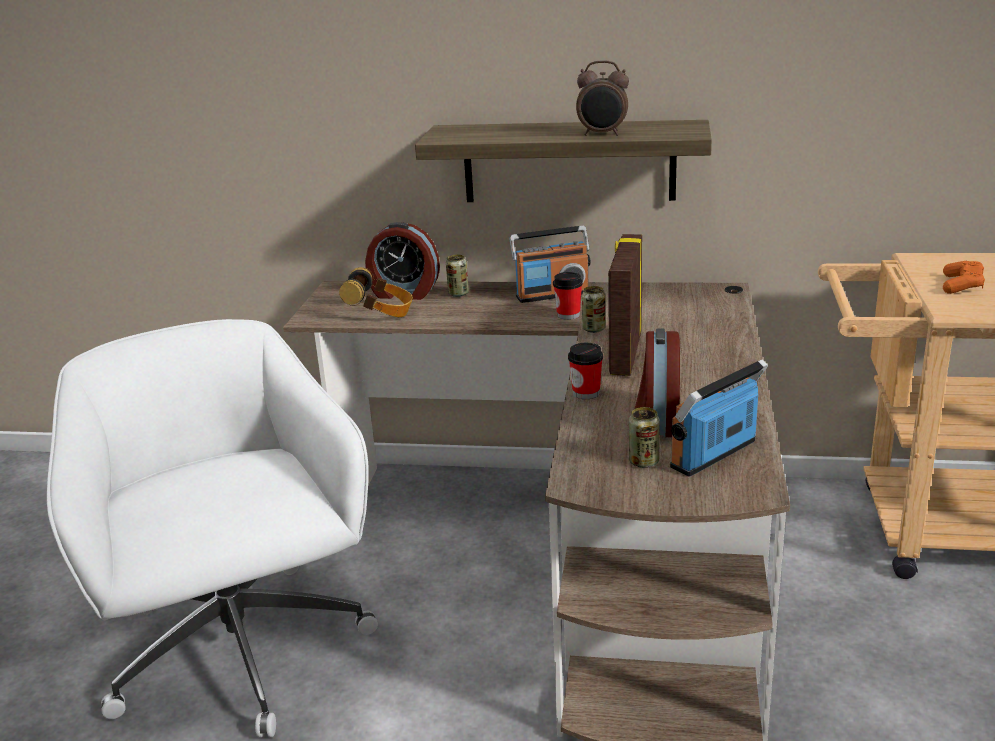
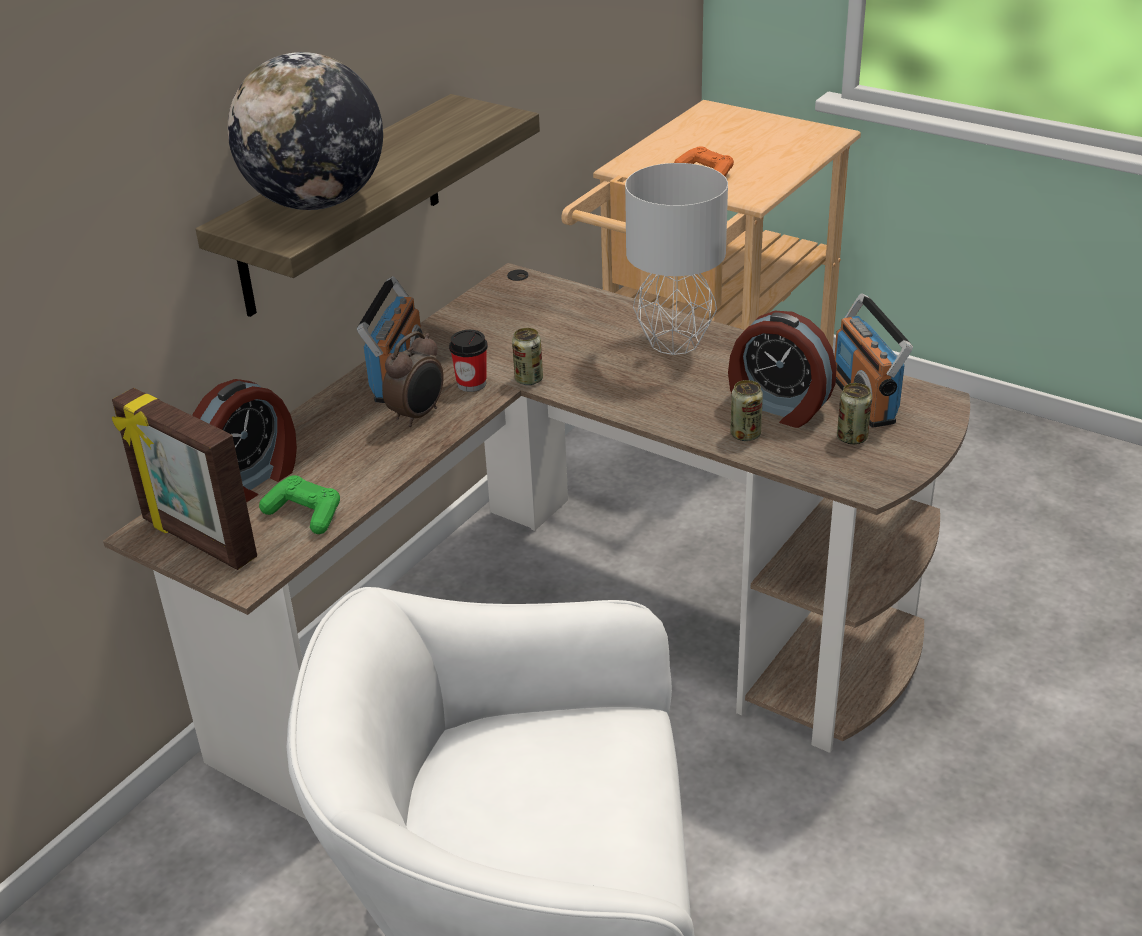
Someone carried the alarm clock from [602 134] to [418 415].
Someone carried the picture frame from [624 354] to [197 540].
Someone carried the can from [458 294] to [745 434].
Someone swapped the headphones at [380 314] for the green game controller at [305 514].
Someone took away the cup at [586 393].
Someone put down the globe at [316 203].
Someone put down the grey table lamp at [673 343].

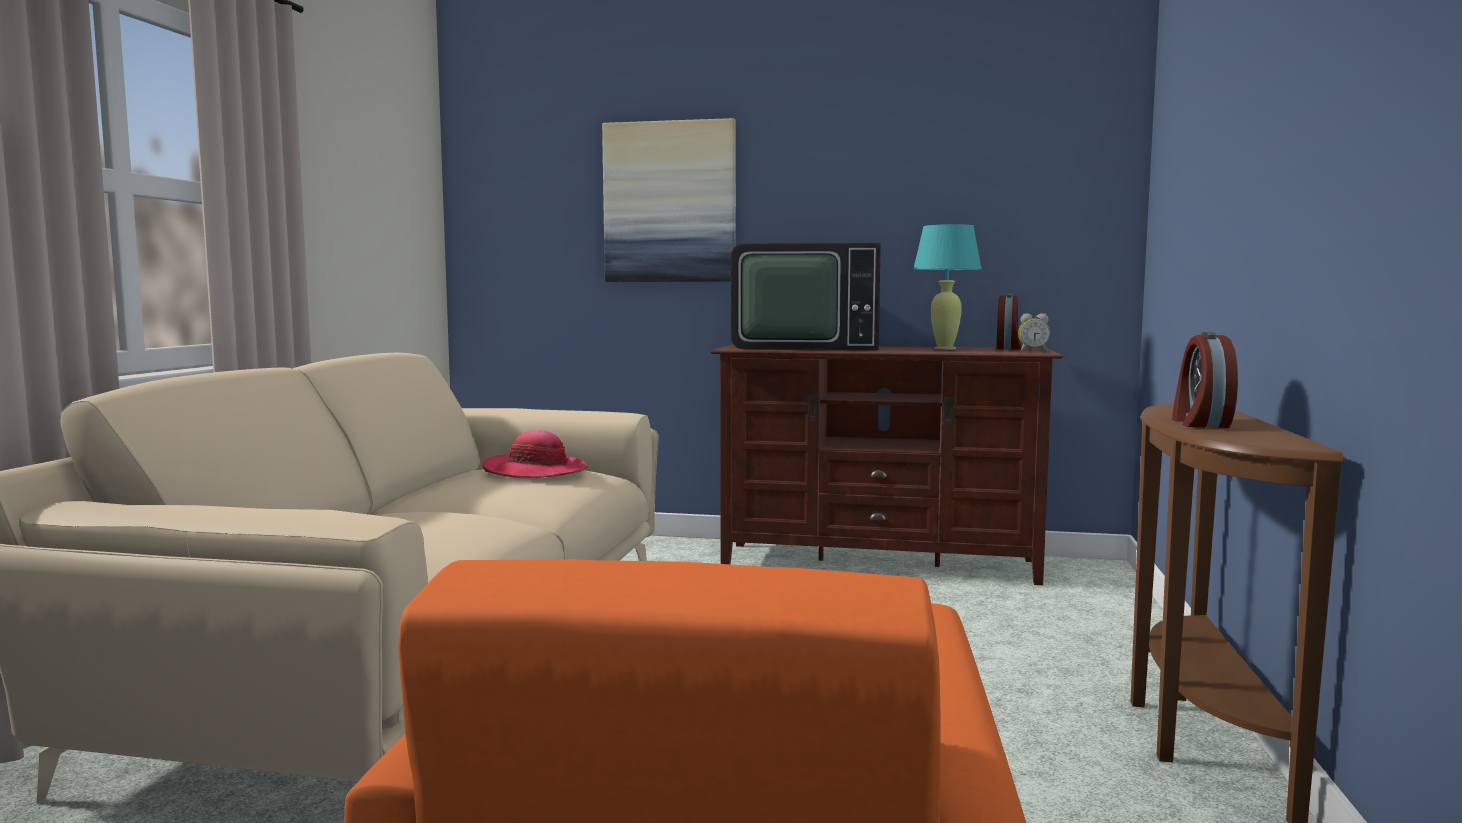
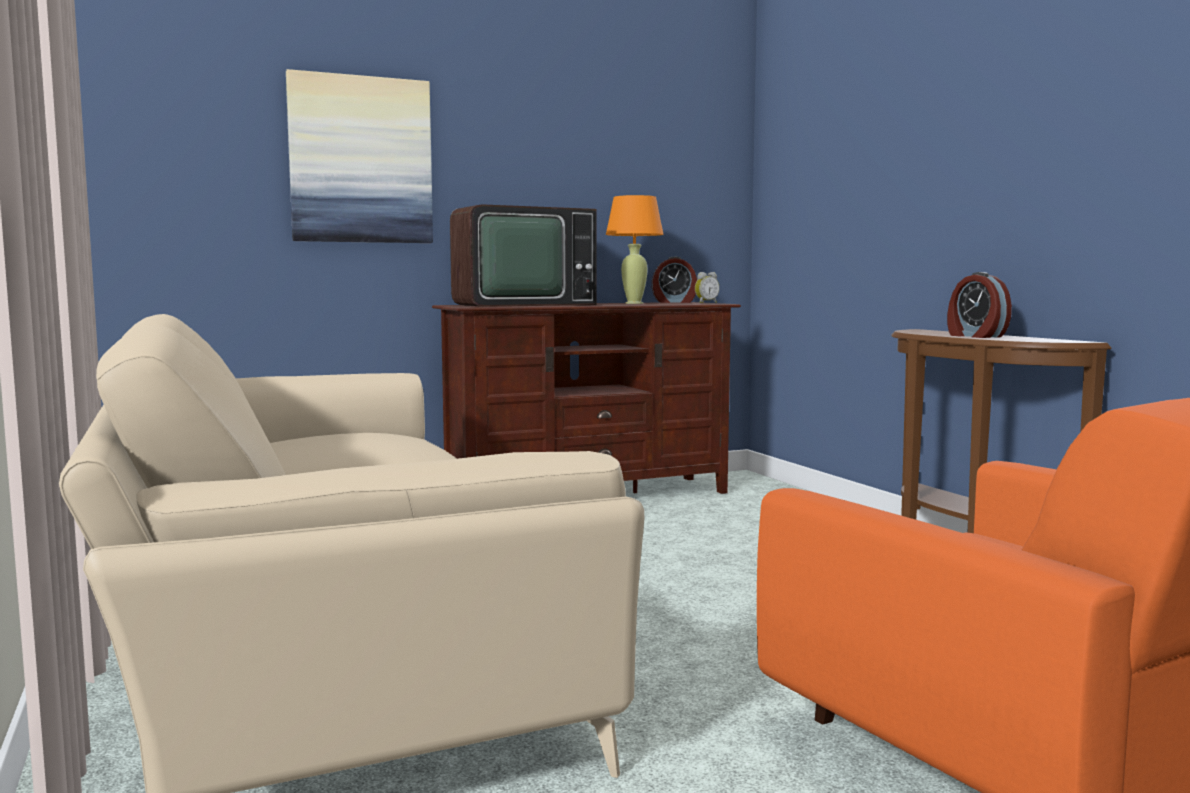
Someone repainted the turquoise table lamp at [944 348], which became the orange table lamp at [634 303].
Someone rotated the alarm clock at [1009 348] by 105 degrees clockwise.
Someone took away the hat at [535 471].

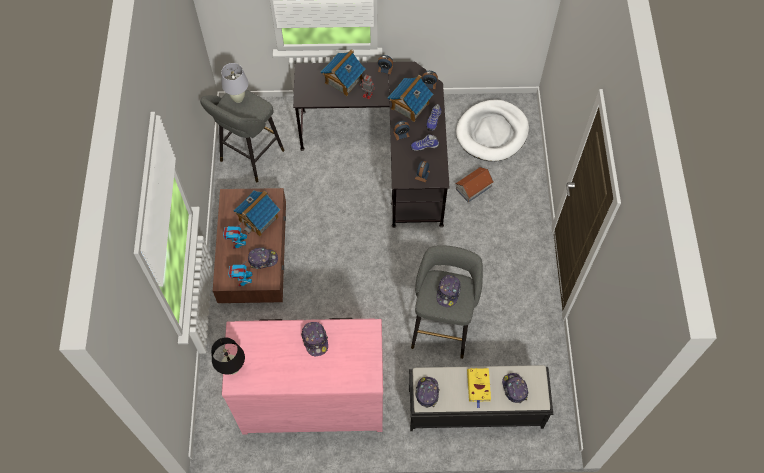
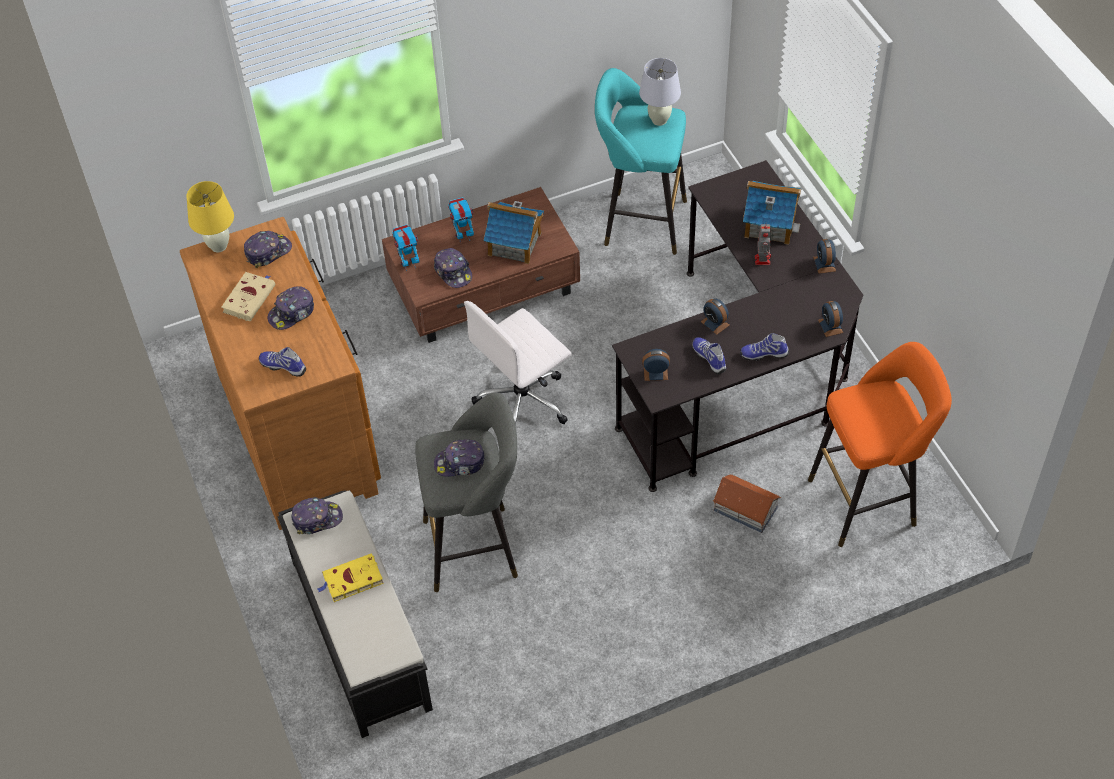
Someone took away the toy house at [409 106].
Someone repainted the grey stool at [249 158], which became the turquoise stool at [639 222].
Someone swapped the white dog bed at [492 132] for the orange stool at [868 500].
Someone repainted the pink dresser at [312 397], which became the brown dresser at [300 430].
Someone repainted the black table lamp at [232 368], which became the yellow table lamp at [219 246].
Someone carried the cap from [514 389] to [268 252].
Someone put down the beige book at [249 298].
Someone put down the white office chair at [524 400].
Someone put down the shoe at [284 366].

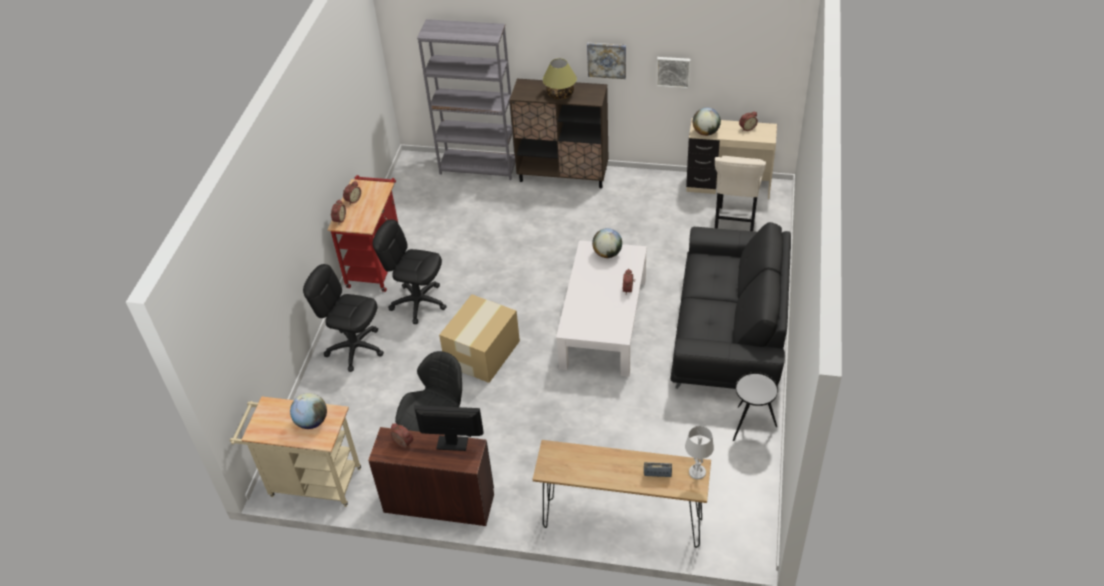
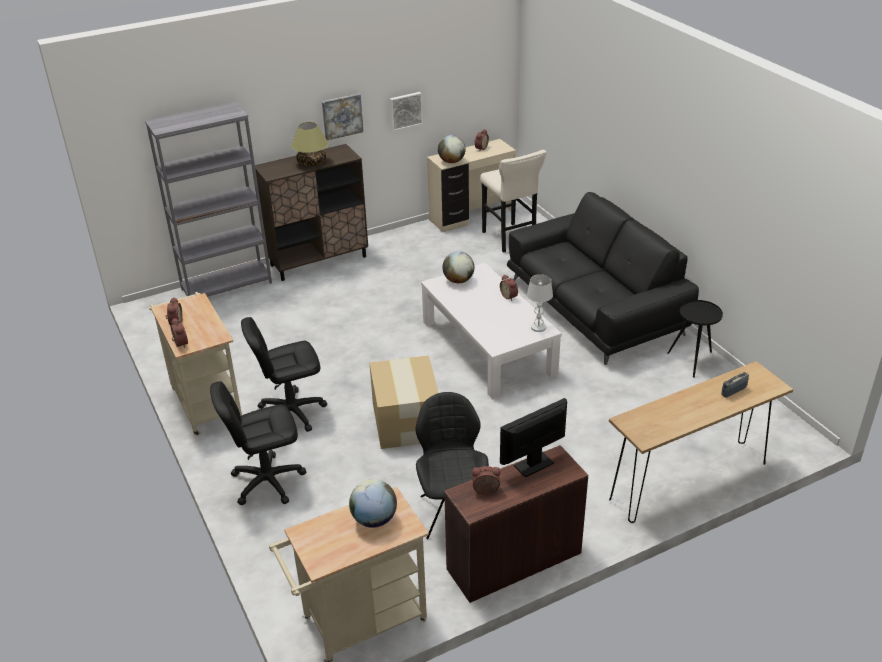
Someone repainted the red cart at [376 262], which became the beige cart at [205 401].
Someone carried the white table lamp from [697 472] to [538 327].

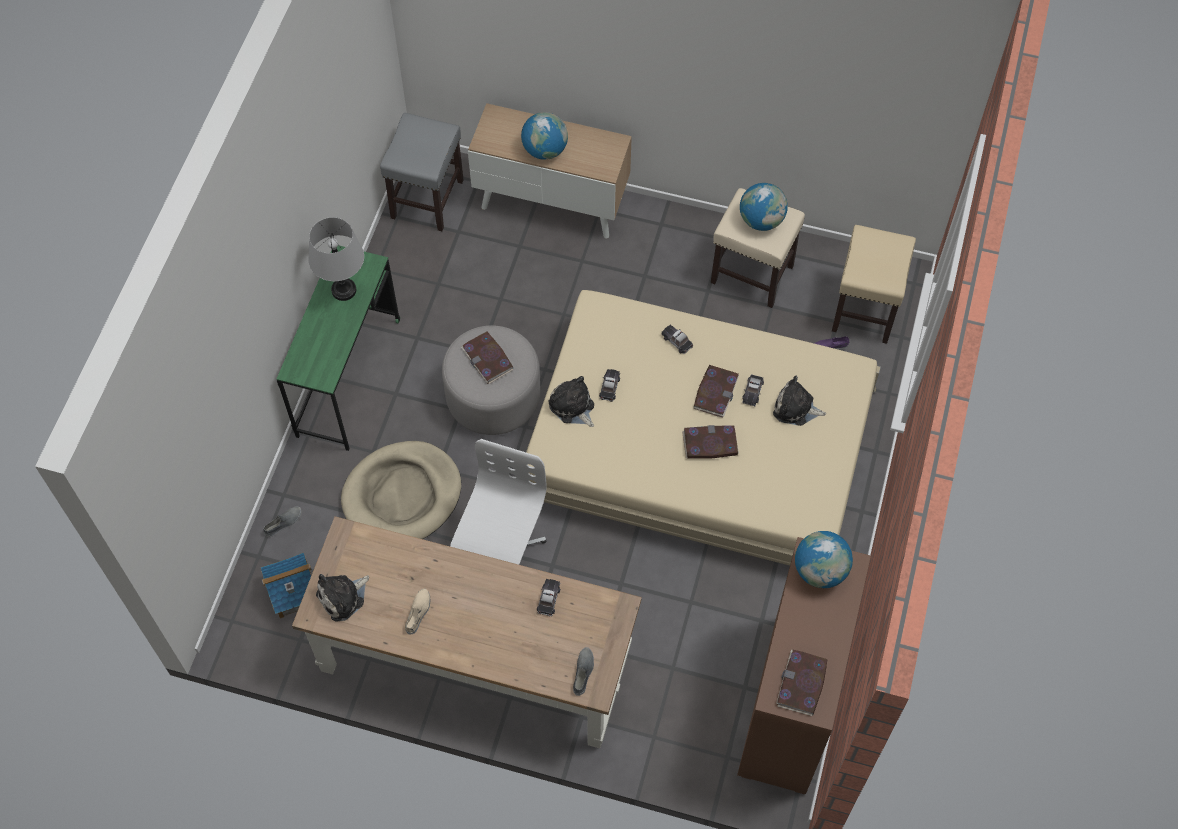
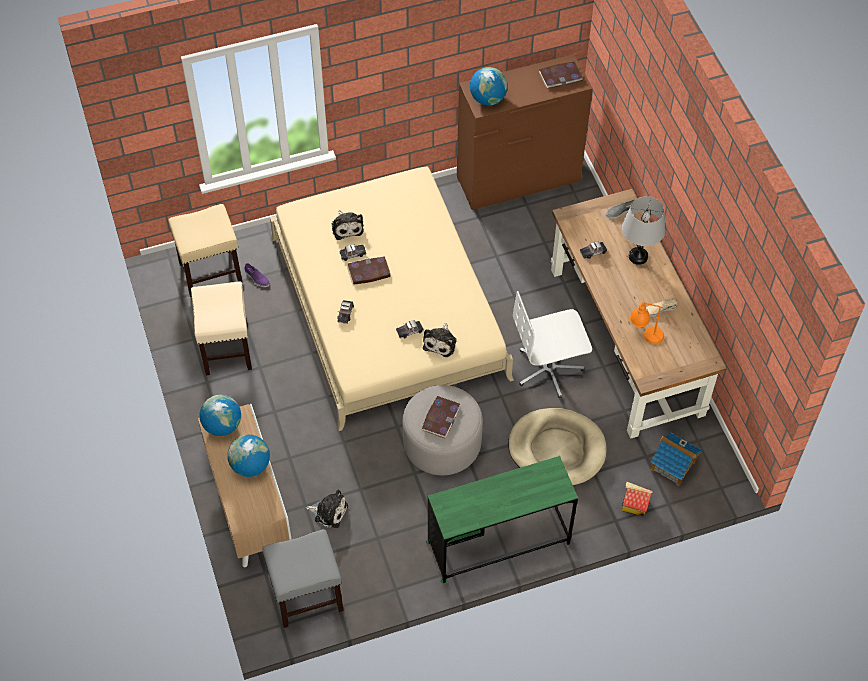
Someone carried the globe from [761 220] to [222 425].
Someone carried the grey table lamp from [344 290] to [638 256].
Someone took away the book at [710 443].
Someone swapped the grey shoe at [283 523] for the toy house at [634 506].
Someone carried the plush toy from [343 597] to [329 512].
Someone put down the orange table lamp at [644 336].

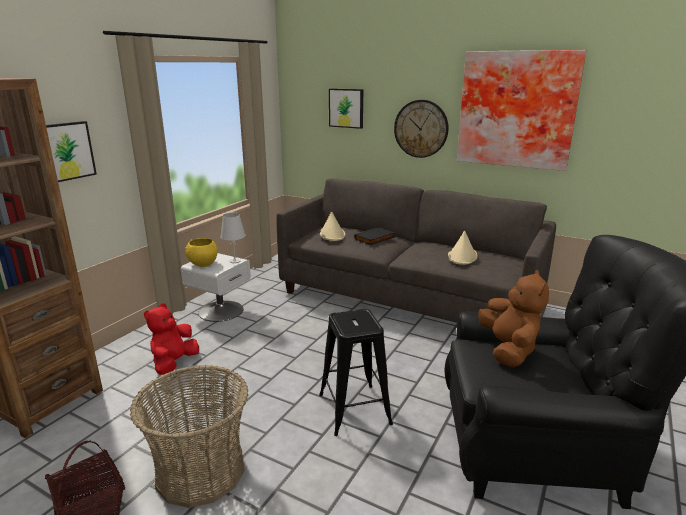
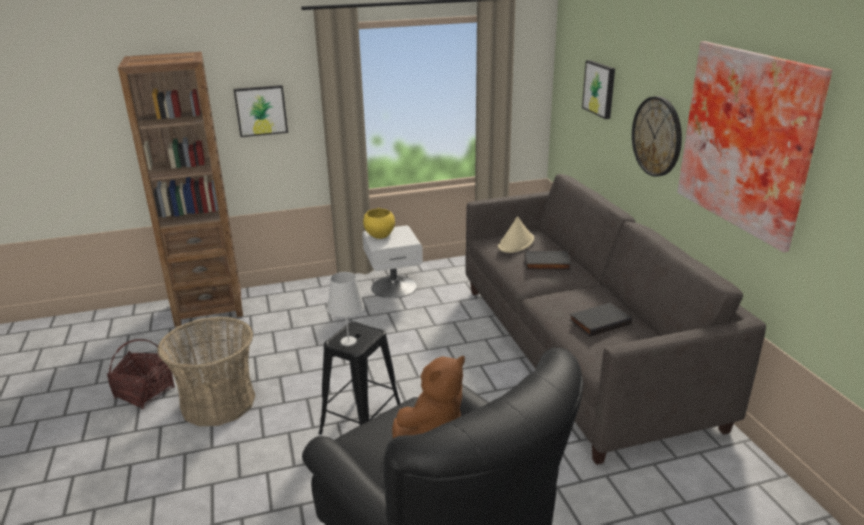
Someone carried the white table lamp from [235 261] to [348 341].
Someone swapped the beige hat at [462 256] for the black book at [599 322].
Someone took away the red plush toy at [174 363].

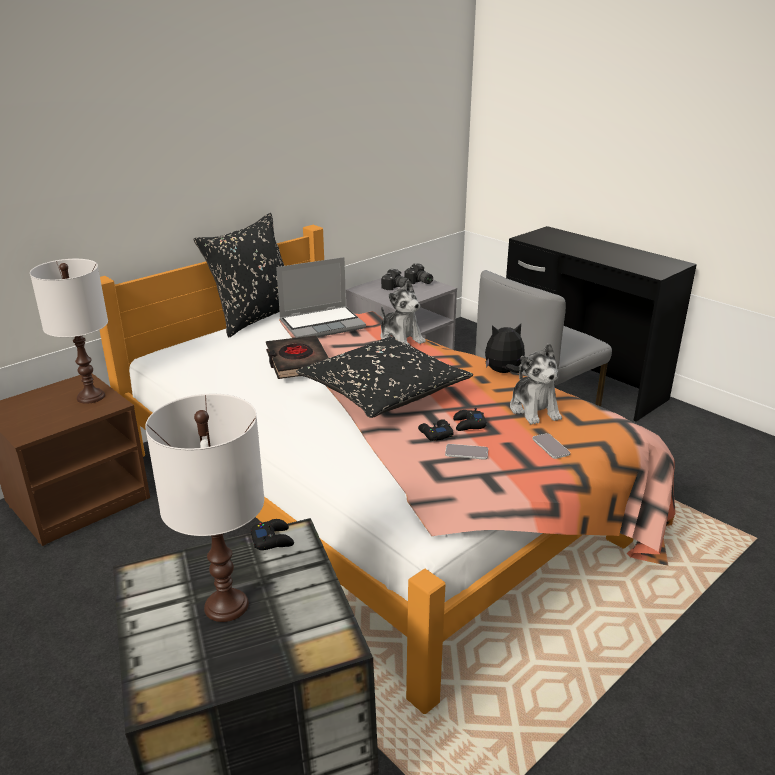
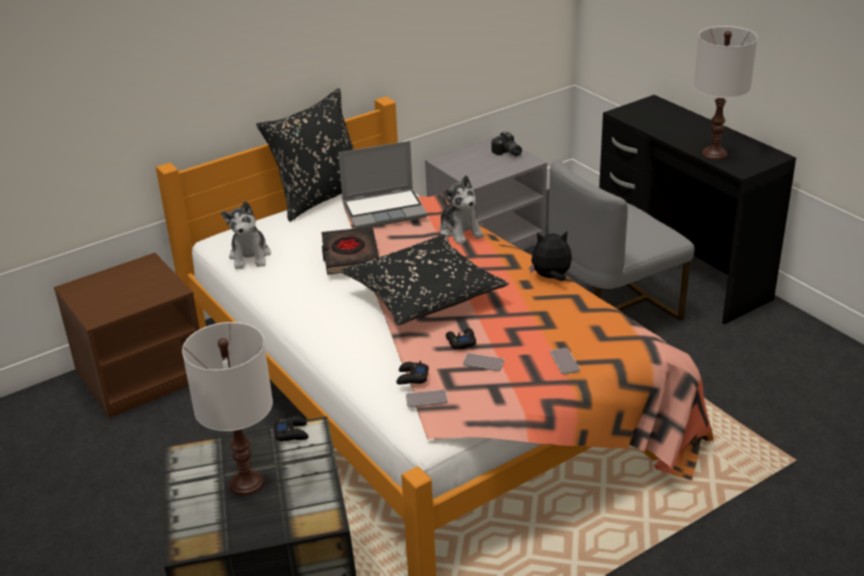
Someone carried the white table lamp from [90 396] to [714 154].
Someone took away the photo camera at [396 288].
Someone carried the plush toy from [534 409] to [250 256].
Someone carried the black game controller from [469 424] to [412 377].
Someone put down the phone at [426 399].

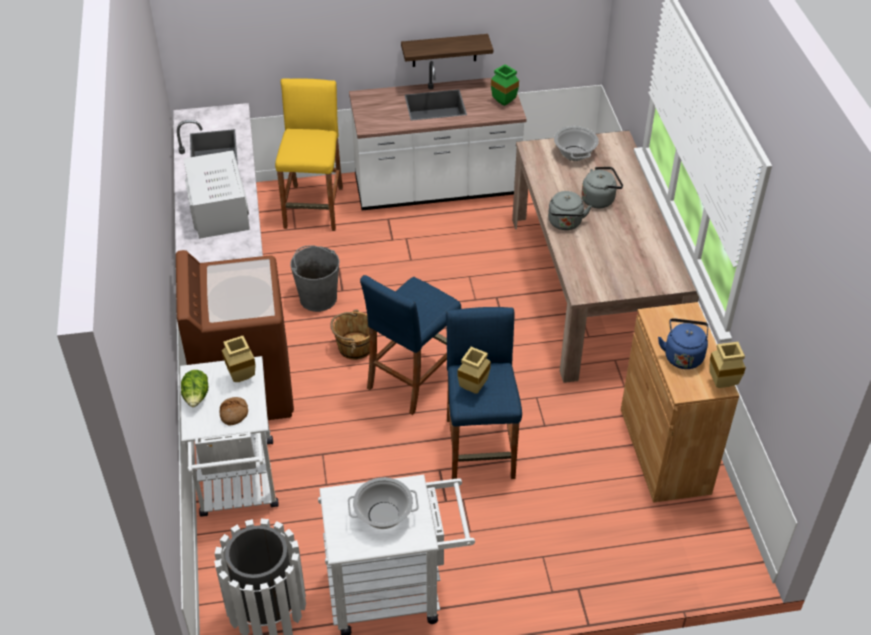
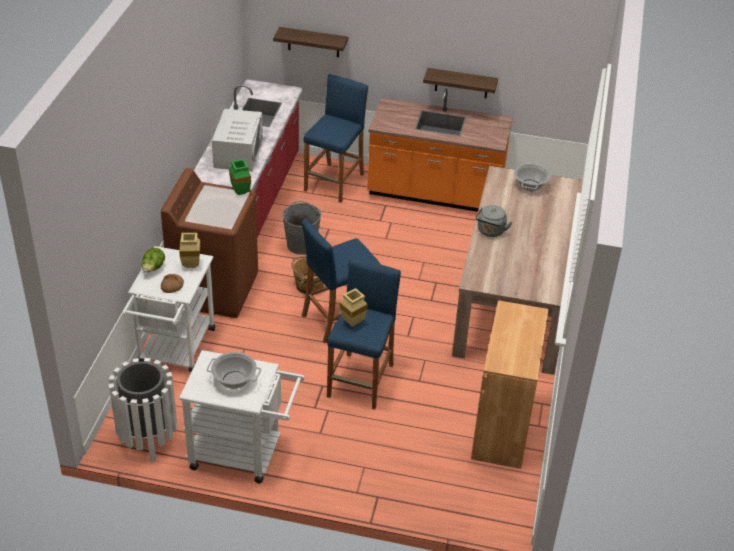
Someone repainted the white counter at [436 189], which became the orange counter at [435 194].
Someone carried the green vase from [502 102] to [239 192].
Someone repainted the yellow stool at [314 208], which became the blue stool at [334 182].
Someone took away the grey kettle at [600 199].
Someone took away the blue kettle at [683 355].
Someone took away the beige vase at [721 384].
Someone put up the shelf at [313 42].

